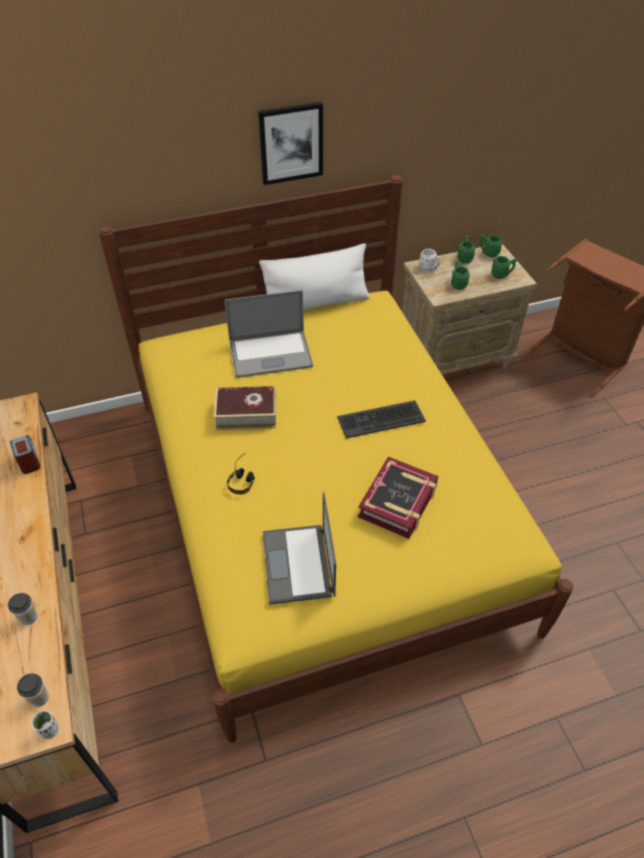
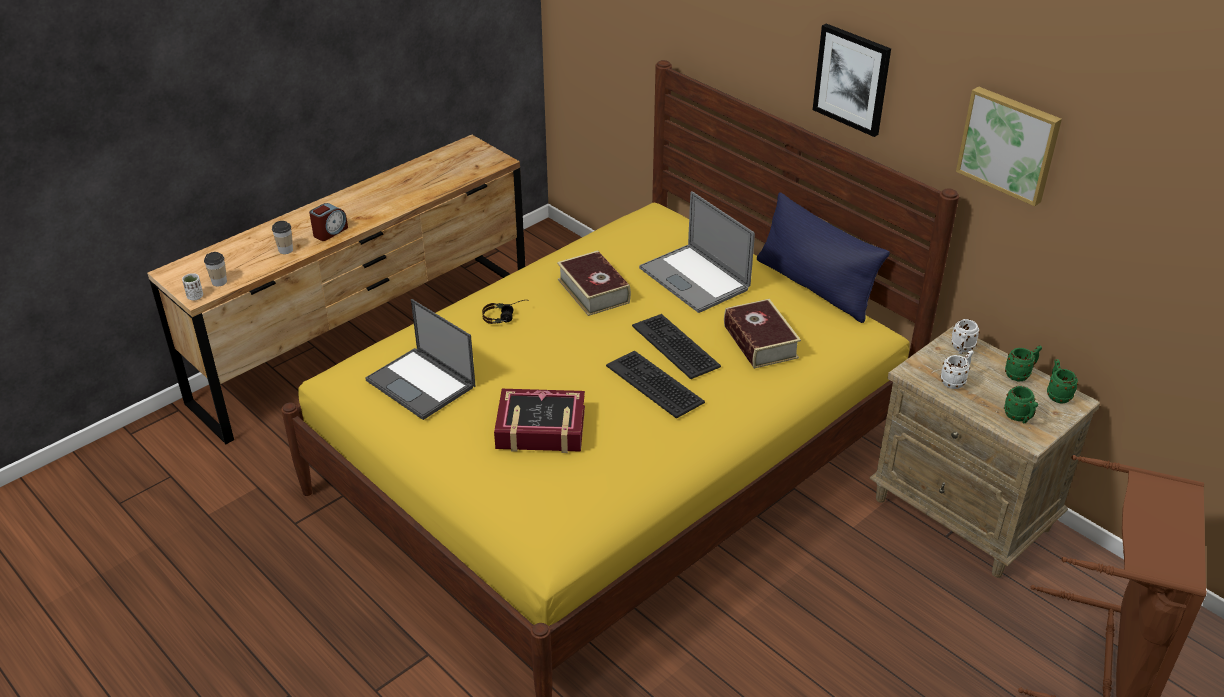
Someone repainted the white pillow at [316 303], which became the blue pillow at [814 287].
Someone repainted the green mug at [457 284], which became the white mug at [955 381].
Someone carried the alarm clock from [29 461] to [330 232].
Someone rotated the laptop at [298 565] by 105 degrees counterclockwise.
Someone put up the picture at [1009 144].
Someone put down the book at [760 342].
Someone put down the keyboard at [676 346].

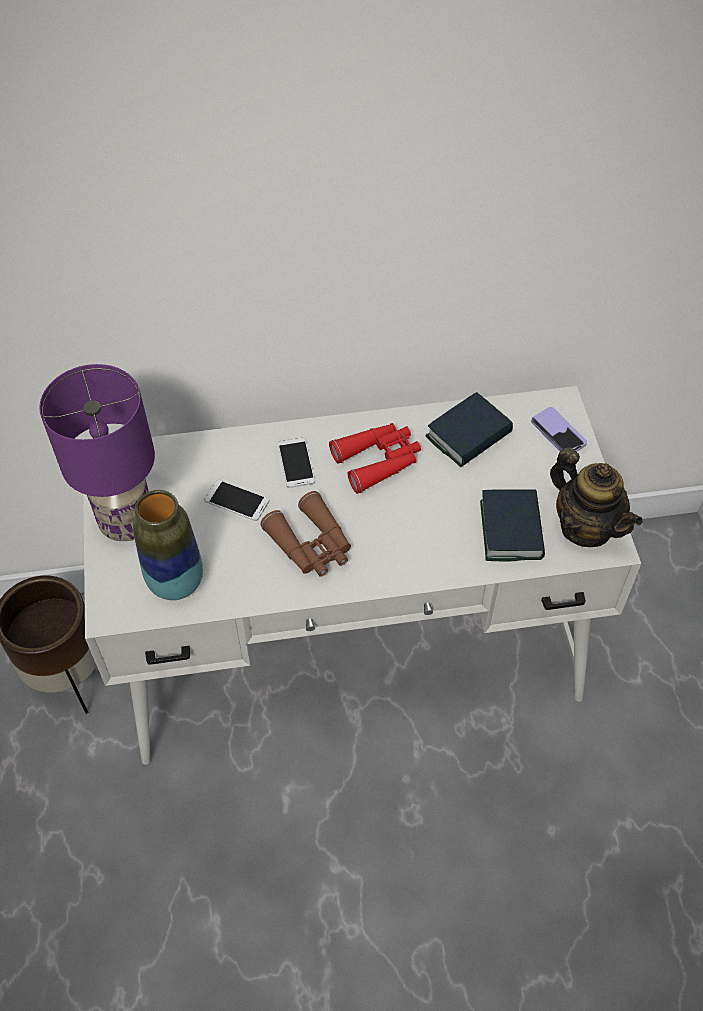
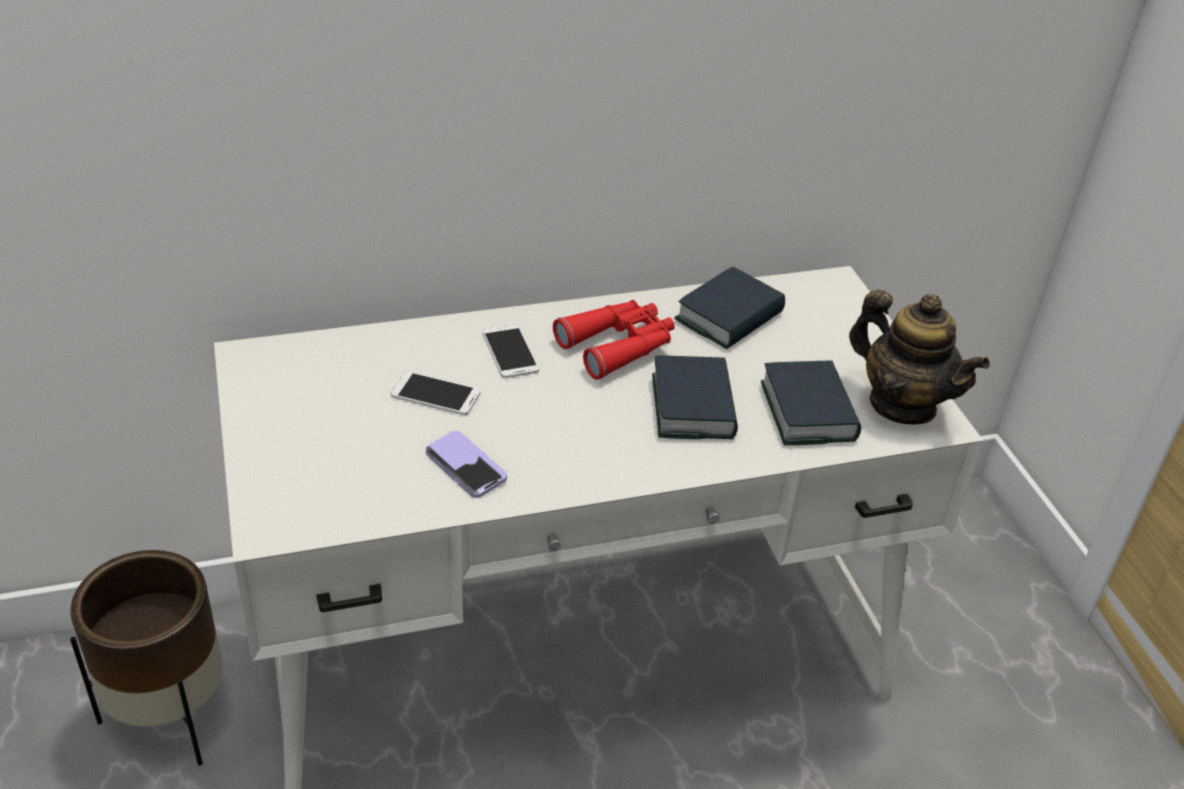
Someone took away the purple table lamp at [126 523].
Someone carried the phone from [558 433] to [465 466].
Someone took away the vase at [176 583].
Someone took away the brown binoculars at [311 545].
Someone put down the book at [693 406].

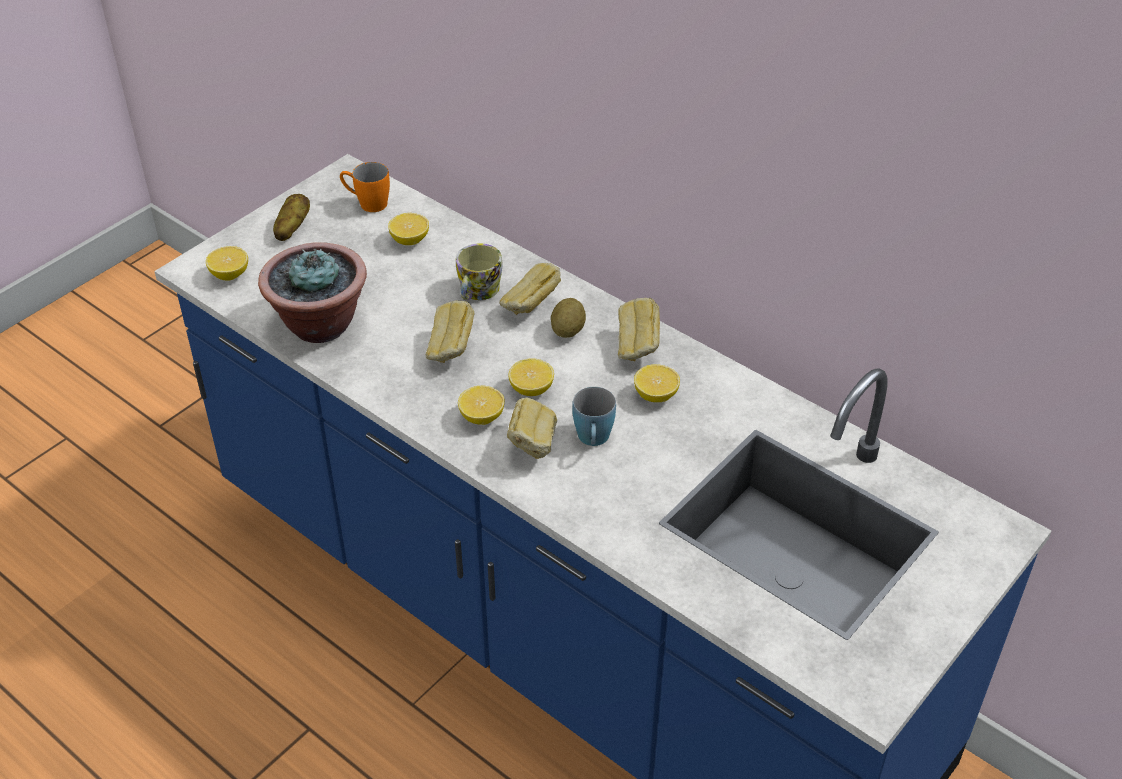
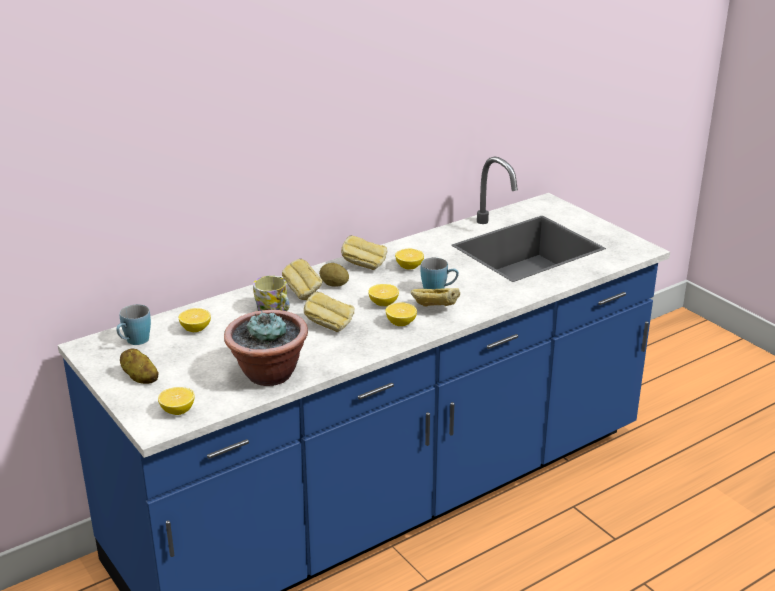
Someone repainted the orange mug at [367 203], which became the blue mug at [134 342].

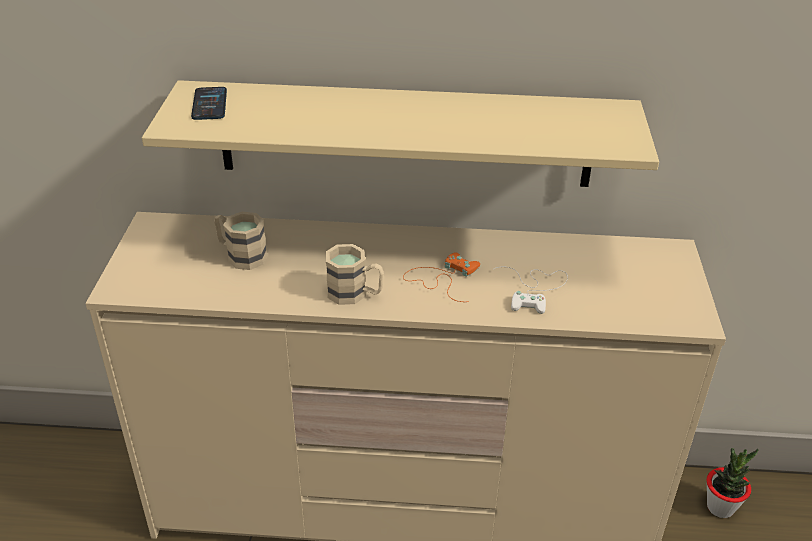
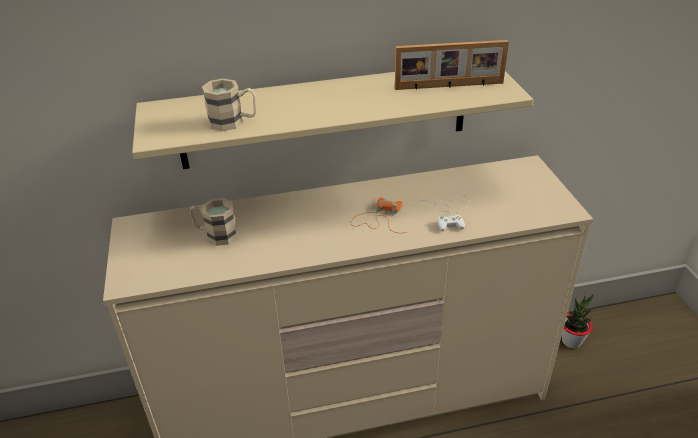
Someone took away the phone at [209 104].
Someone carried the beige mug from [355 294] to [233 122].
Someone put down the picture frame at [449 86].

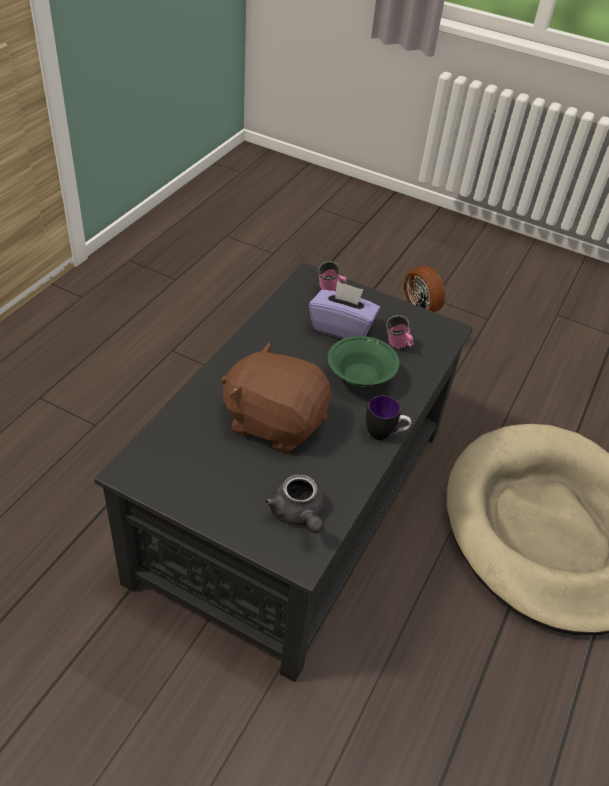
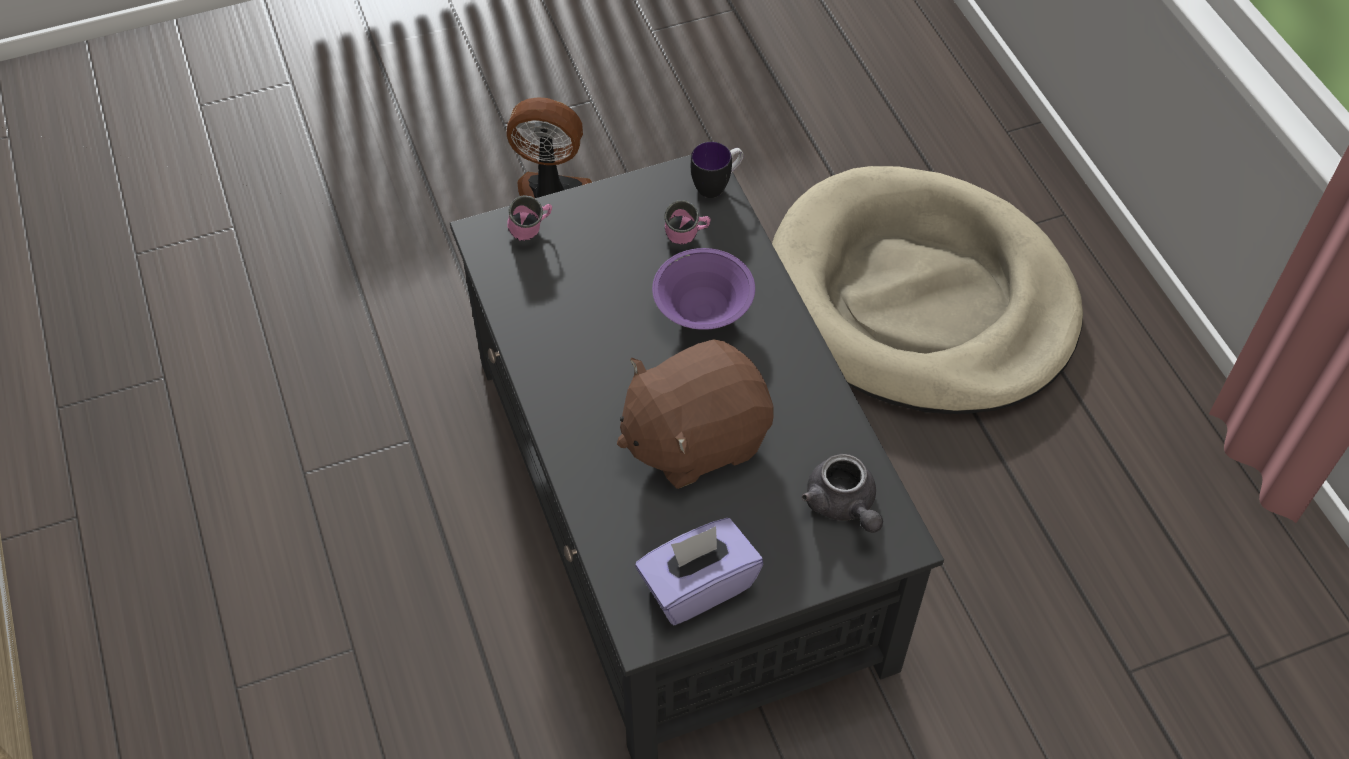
Someone carried the purple tissue box from [342 328] to [697 586].
Someone repainted the green bowl at [360 379], which became the purple bowl at [703 312].
Someone carried the mug from [385 434] to [717 186].
Someone rotated the grey teapot at [299 515] by 45 degrees clockwise.

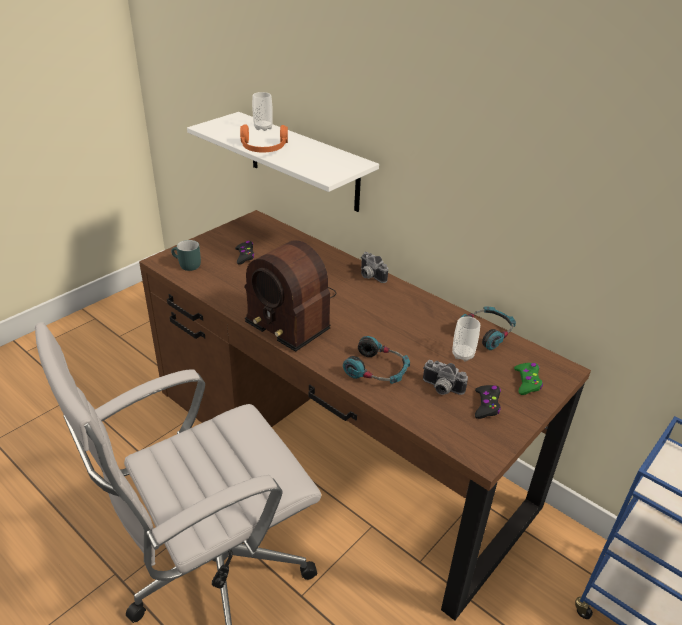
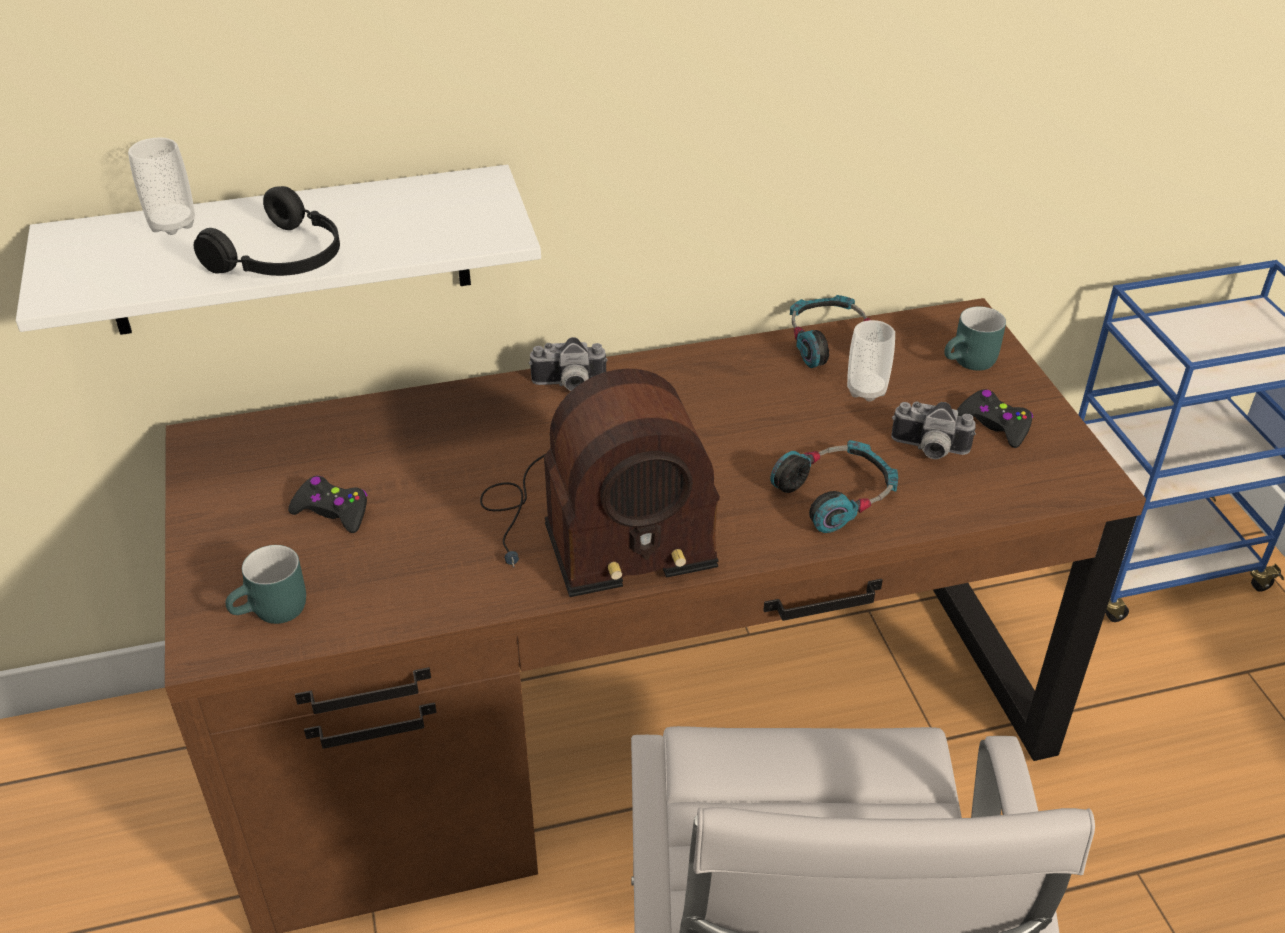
Someone repainted the orange headphones at [263 149], which became the black headphones at [283 259].
Someone rotated the photo camera at [441 389] by 45 degrees clockwise.
Someone swapped the green game controller at [527 382] for the turquoise mug at [971 363].

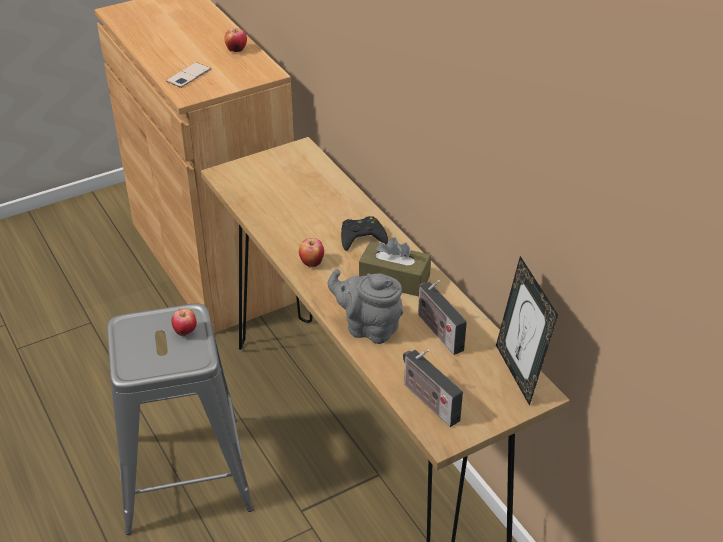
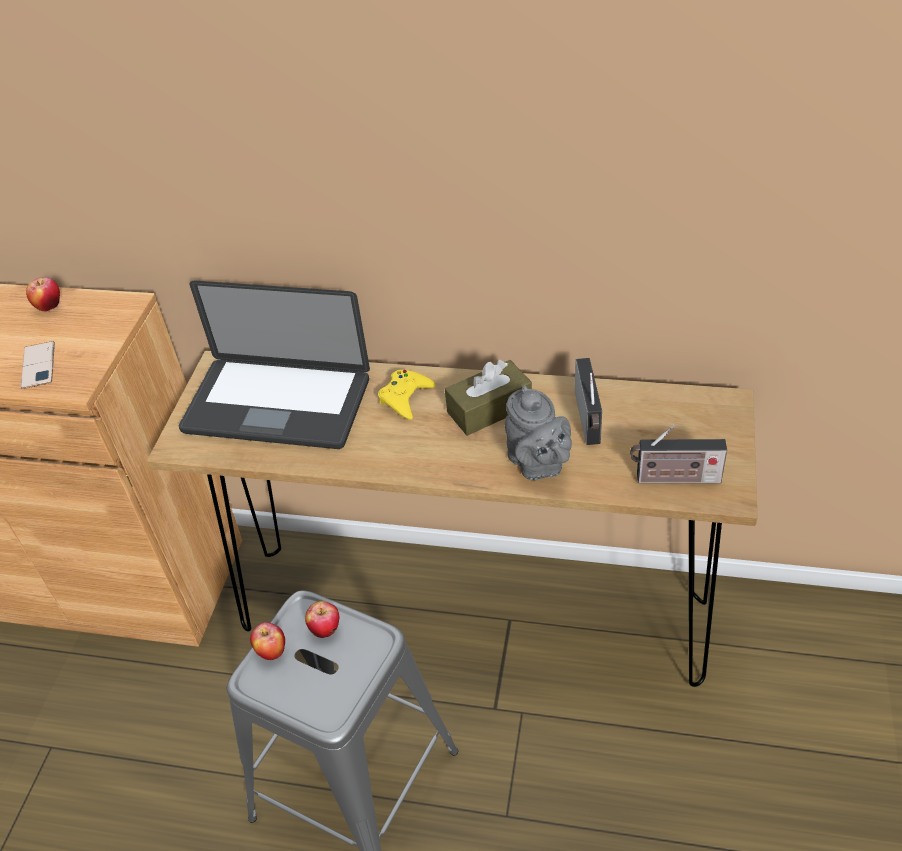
Someone repainted the black game controller at [362 237], which became the yellow game controller at [405 398].
Someone carried the apple from [311 263] to [271 651].
Someone took away the picture frame at [518 373].
Someone rotated the grey teapot at [368 328] by 90 degrees counterclockwise.
Someone rotated the radio at [437 330] by 105 degrees counterclockwise.
Someone put down the laptop at [277 405].

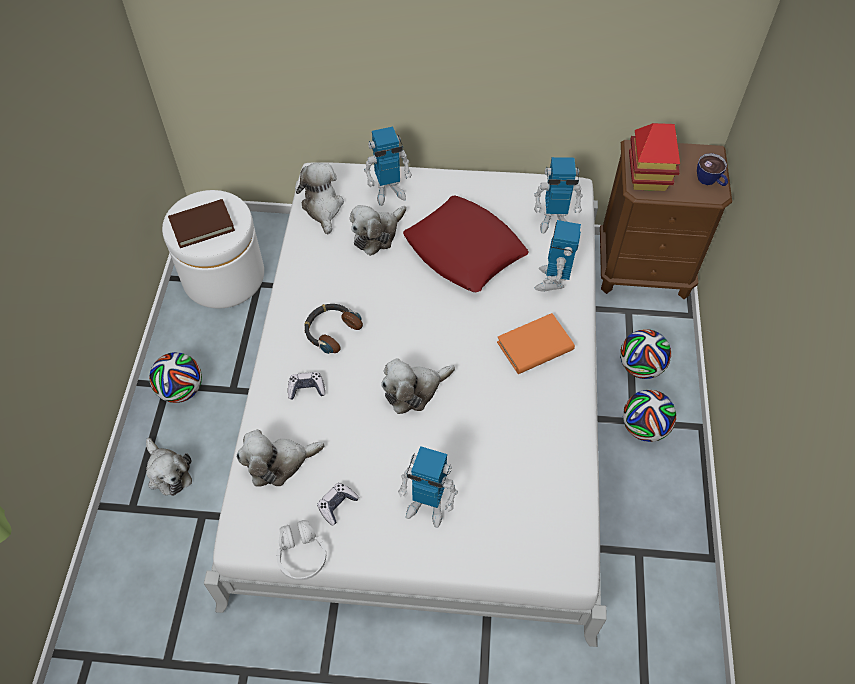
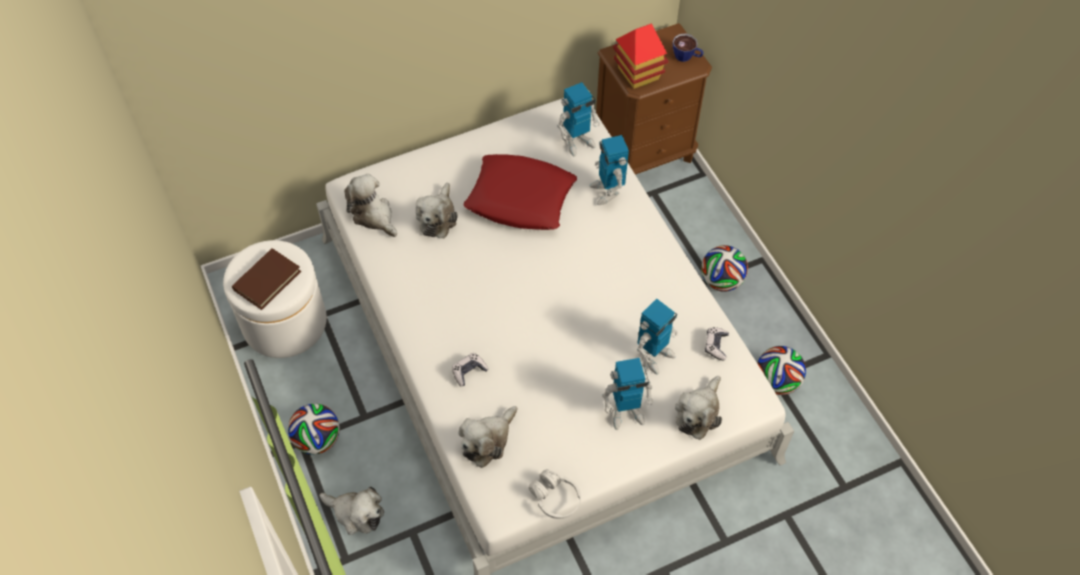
Someone carried the toy robot from [389 192] to [654 355].
Someone took away the headphones at [331 330].
Someone took away the orange book at [535 346].
Someone carried the football from [640 367] to [776 382].
Someone carried the plush toy from [414 390] to [698 413].
Someone carried the game controller from [337 505] to [715 345].

